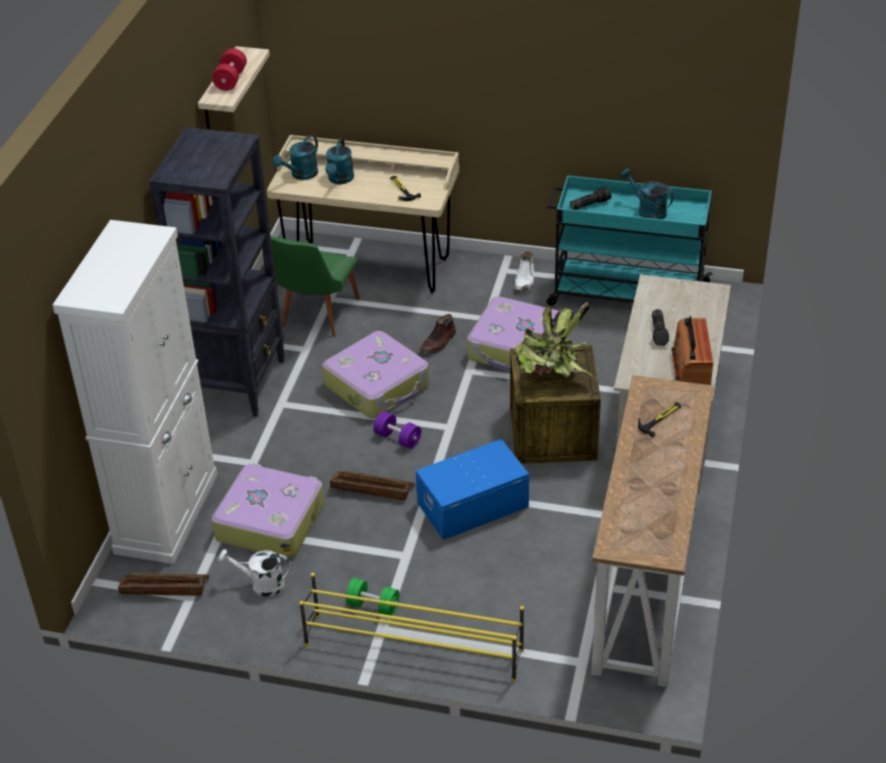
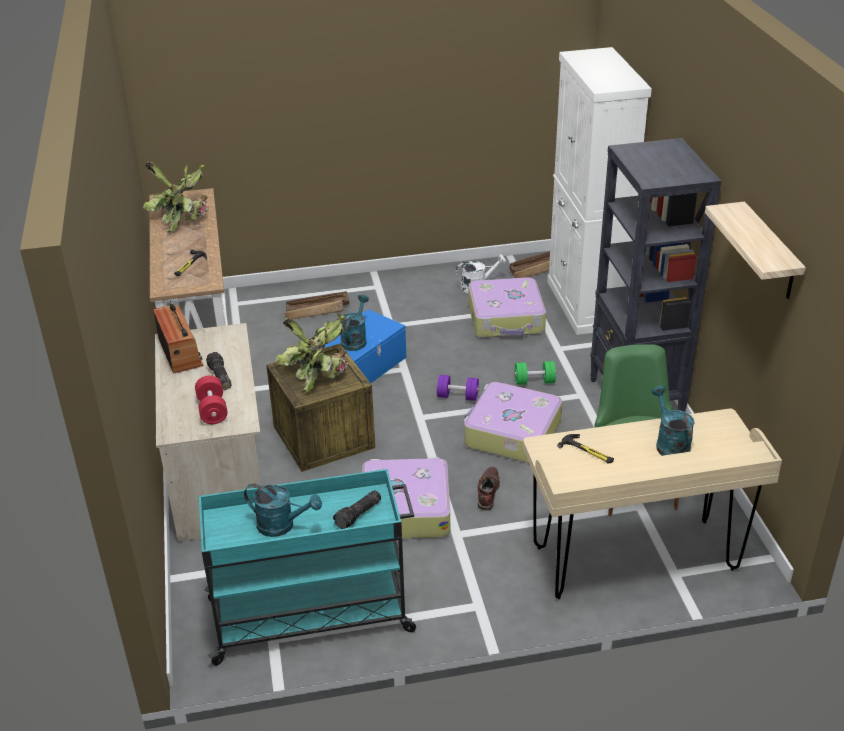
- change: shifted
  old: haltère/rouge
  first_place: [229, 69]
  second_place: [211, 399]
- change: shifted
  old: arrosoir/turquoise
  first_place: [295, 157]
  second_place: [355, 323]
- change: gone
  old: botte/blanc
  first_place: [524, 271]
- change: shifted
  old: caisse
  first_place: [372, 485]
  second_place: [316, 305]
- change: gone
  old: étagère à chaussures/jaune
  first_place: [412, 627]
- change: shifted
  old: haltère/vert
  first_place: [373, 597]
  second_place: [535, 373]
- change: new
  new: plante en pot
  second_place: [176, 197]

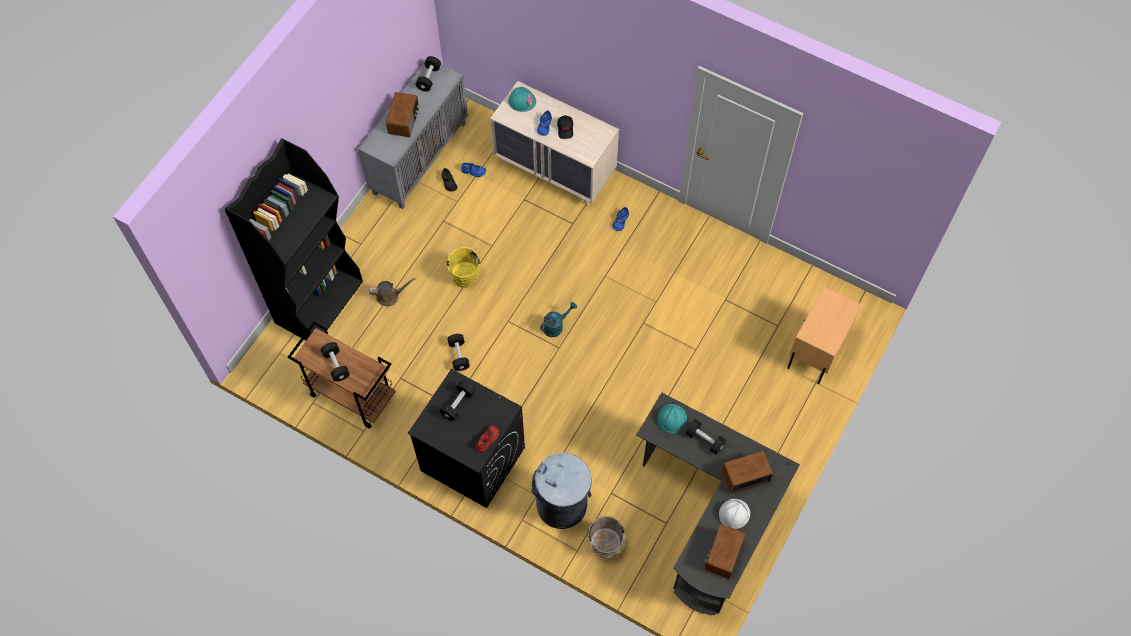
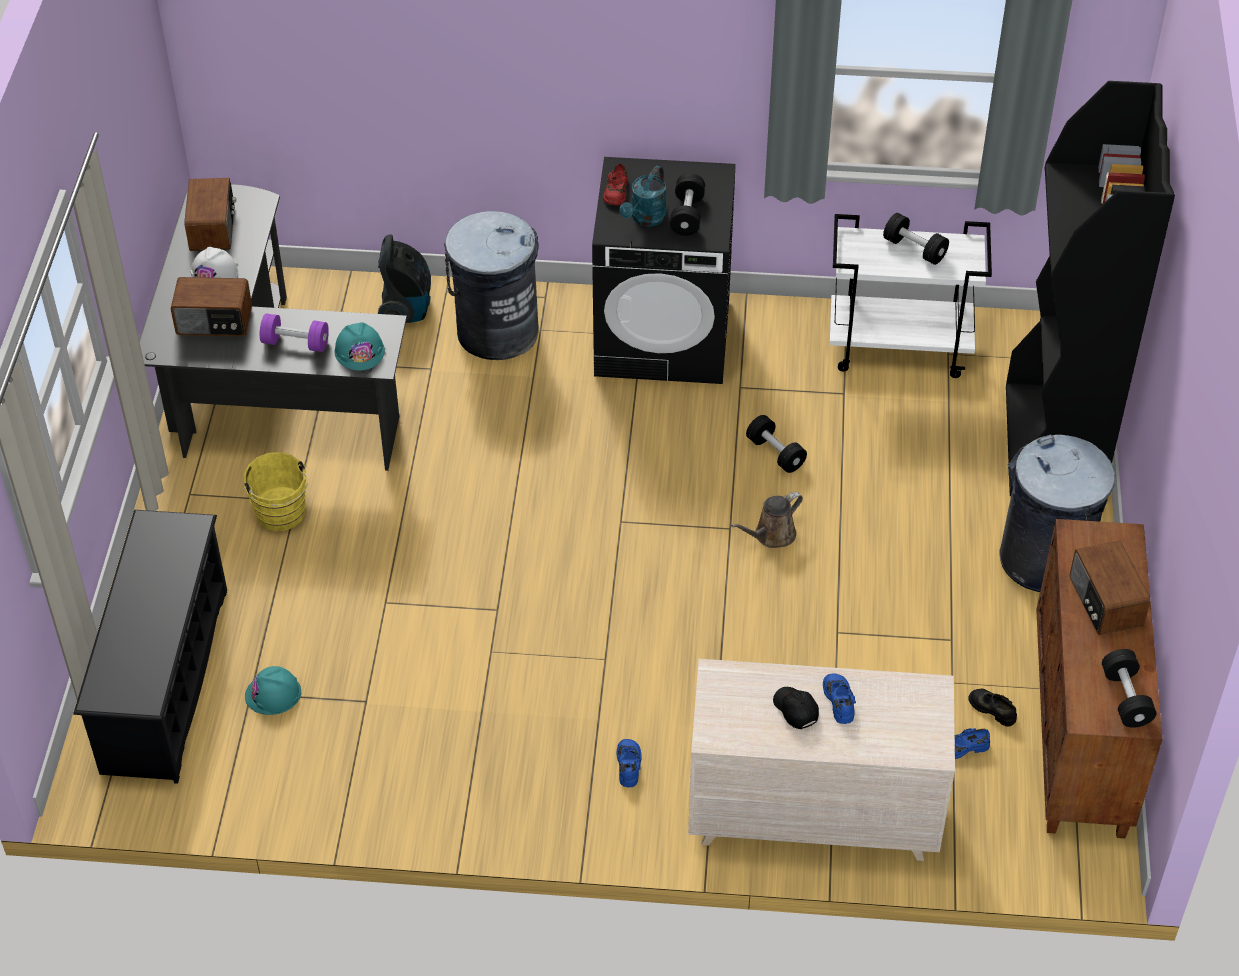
- change: repainted
  old: meuble de rangement/gris
  new: meuble de rangement/marron
  first_place: [413, 136]
  second_place: [1099, 678]
- change: shifted
  old: casque de chantier/turquoise
  first_place: [522, 99]
  second_place: [273, 690]
- change: shifted
  old: seau/jaune
  first_place: [463, 265]
  second_place: [275, 491]
- change: shifted
  old: arrosoir/marron
  first_place: [392, 292]
  second_place: [767, 520]
- change: swapped
  old: table de chevet/beige
  new: étagère à chaussures/noir
  first_place: [824, 335]
  second_place: [150, 647]
- change: shifted
  old: arrosoir/turquoise
  first_place: [558, 319]
  second_place: [643, 196]
- change: repainted
  old: chariot/marron
  new: chariot/blanc
  first_place: [342, 375]
  second_place: [910, 296]
- change: repainted
  old: haltère/noir
  new: haltère/violet
  first_place: [705, 437]
  second_place: [294, 332]
- change: rotated
  old: radio
  first_place: [747, 472]
  second_place: [211, 306]
  degrees: 45
- change: swapped
  old: seau/marron
  new: aspirateur
  first_place: [606, 537]
  second_place: [404, 278]
- change: new
  new: poubelle/gris
  second_place: [1057, 513]

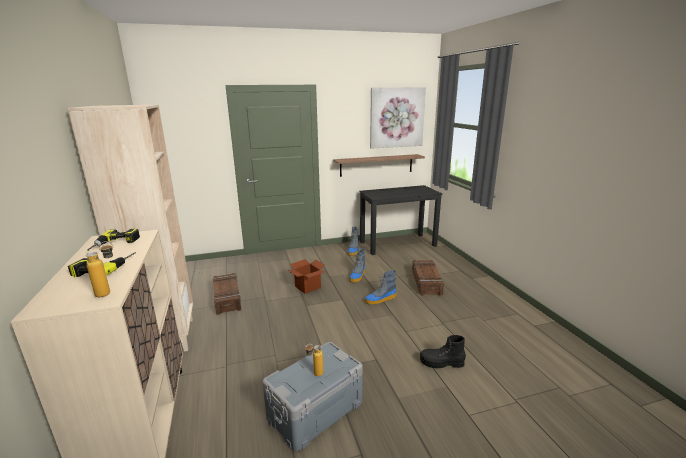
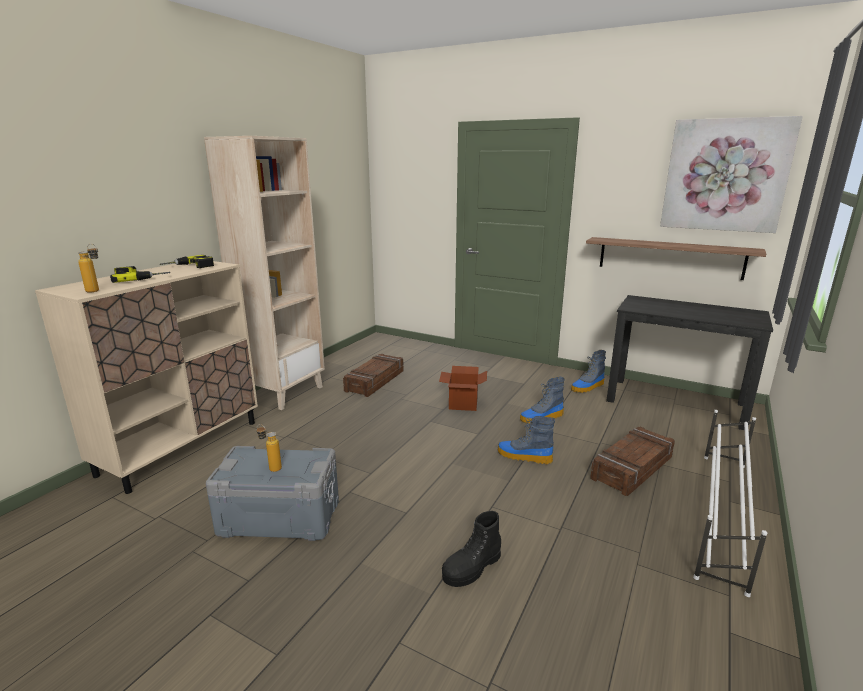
- change: rotated
  old: botte/noir
  first_place: [443, 351]
  second_place: [471, 549]
  degrees: -90
- change: new
  new: étagère à chaussures/blanc
  second_place: [730, 503]

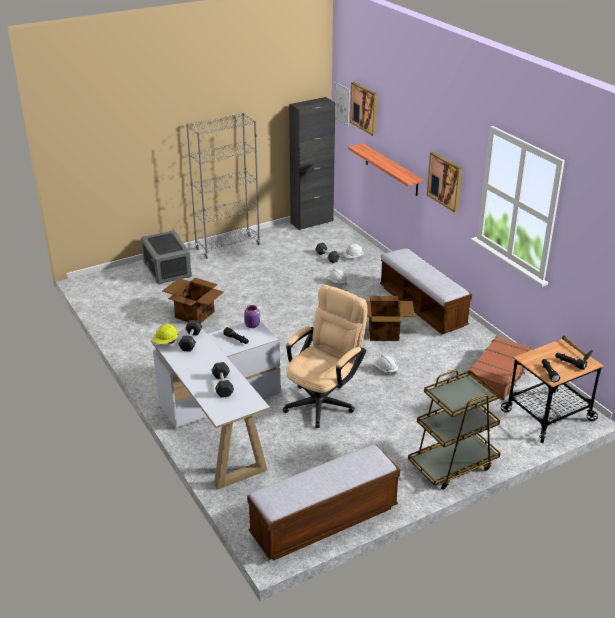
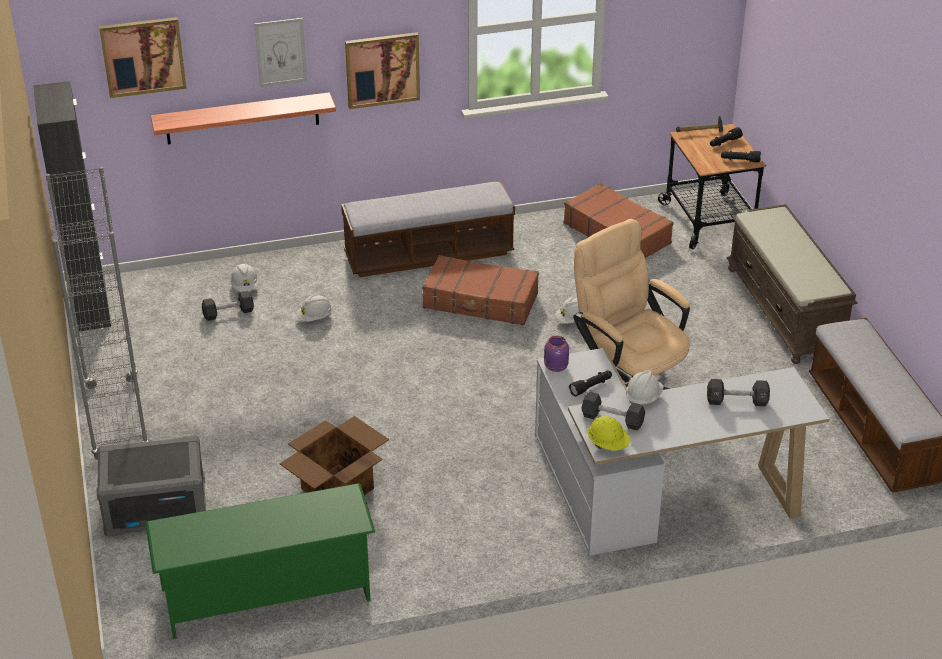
- change: shifted
  old: tableau
  first_place: [342, 104]
  second_place: [280, 52]
- change: swapped
  old: carton
  new: valise/marron
  first_place: [390, 318]
  second_place: [480, 290]
- change: swapped
  old: chariot/marron
  new: banc/marron
  first_place: [454, 430]
  second_place: [791, 284]
- change: new
  new: casque de chantier/blanc
  second_place: [644, 388]
- change: new
  new: étagère à chaussures/vert
  second_place: [260, 561]

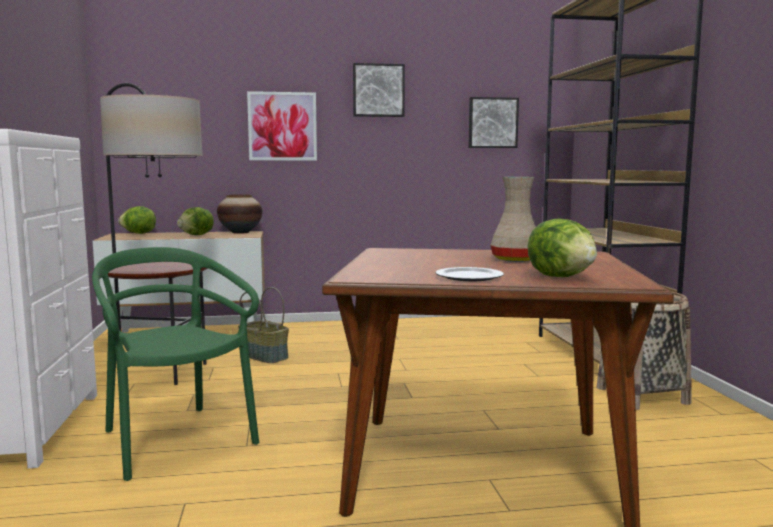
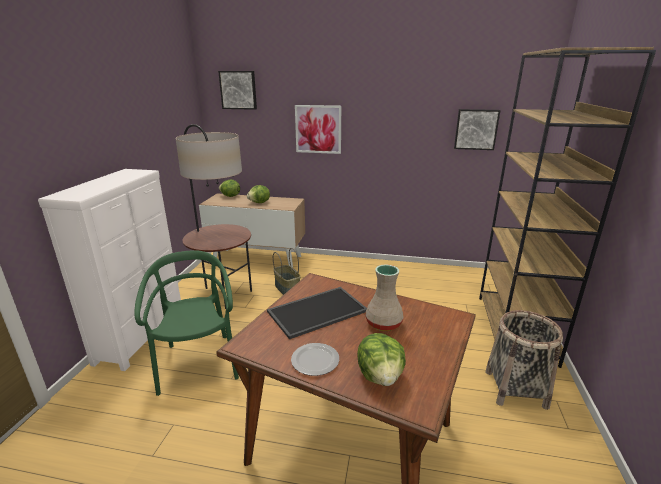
- change: shifted
  old: tableau
  first_place: [379, 90]
  second_place: [237, 90]
- change: gone
  old: vase
  first_place: [239, 214]
- change: new
  new: plateau
  second_place: [317, 313]

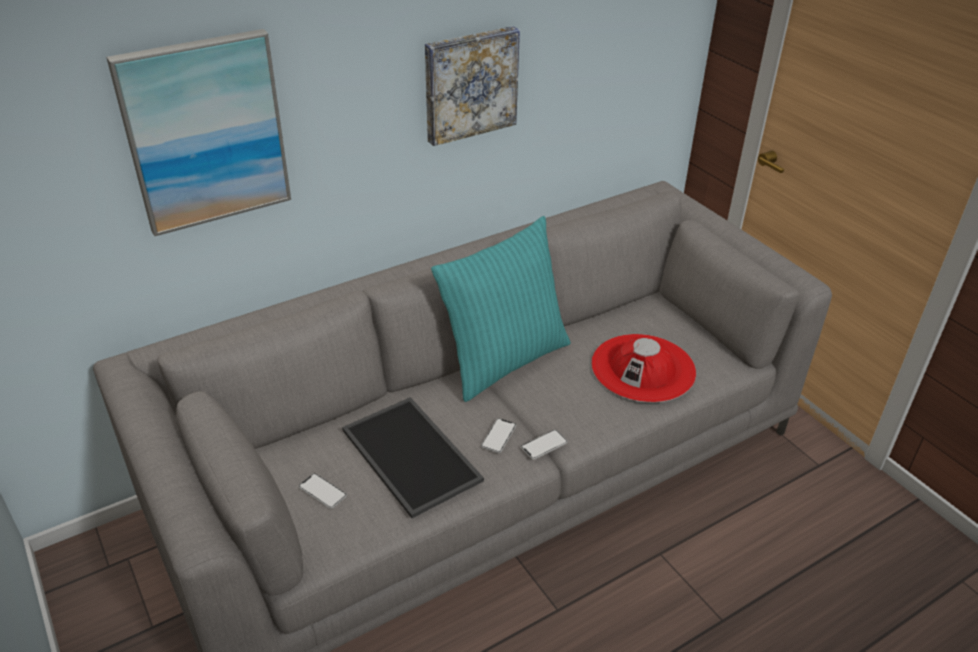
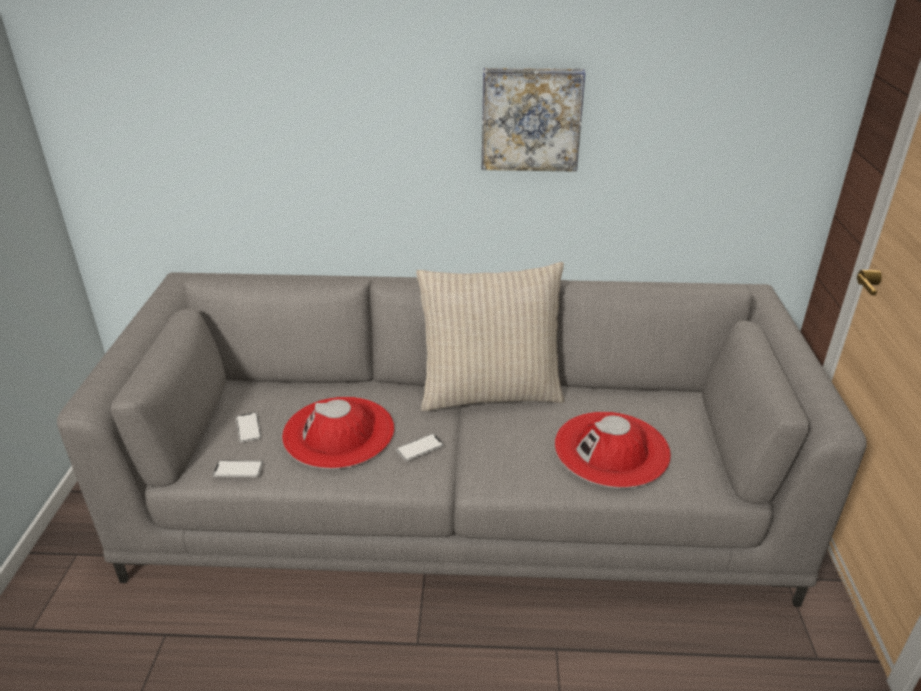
- change: gone
  old: tableau
  first_place: [198, 132]
- change: repainted
  old: coussin/turquoise
  new: coussin/beige
  first_place: [501, 309]
  second_place: [490, 336]
- change: swapped
  old: plateau
  new: chapeau/rouge
  first_place: [413, 457]
  second_place: [338, 433]
- change: shifted
  old: téléphone
  first_place: [544, 445]
  second_place: [238, 468]

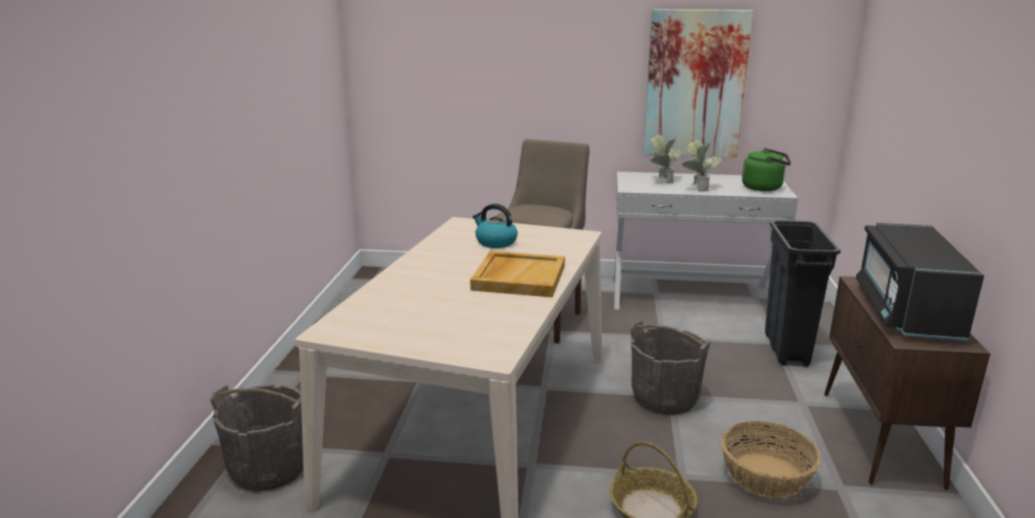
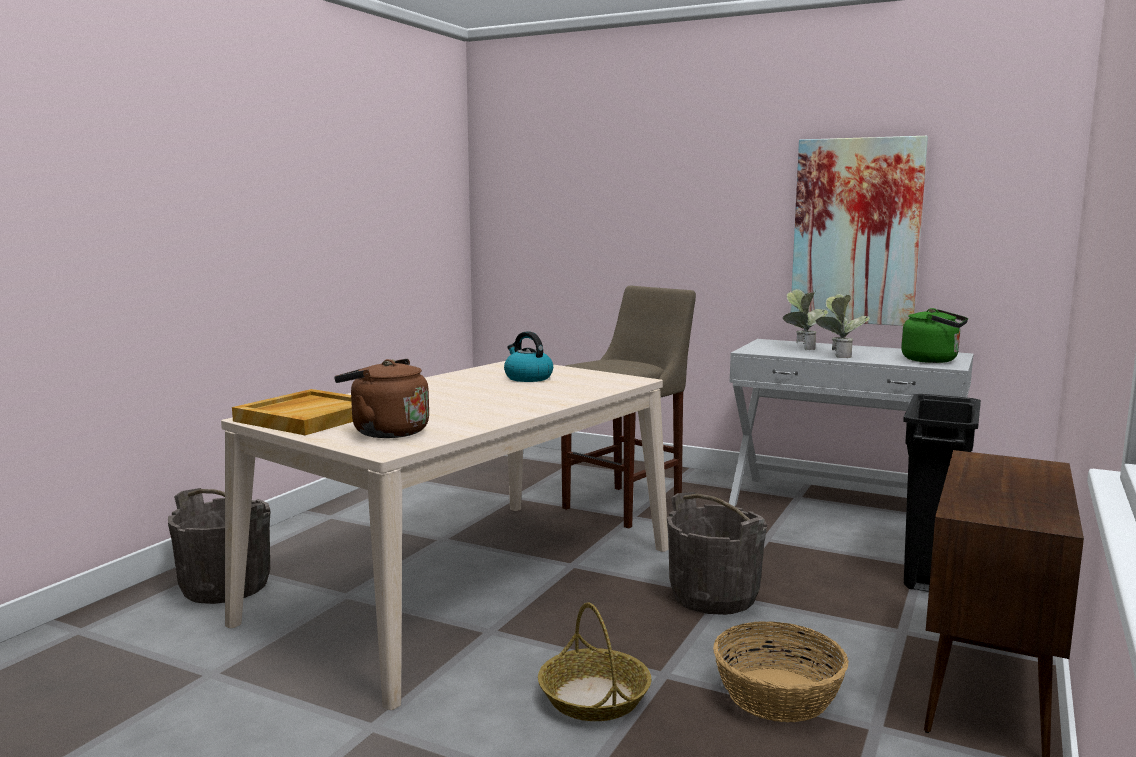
- change: gone
  old: micro-ondes/noir
  first_place: [920, 282]
- change: shifted
  old: plateau/beige
  first_place: [517, 274]
  second_place: [292, 412]
- change: new
  new: bouilloire/marron
  second_place: [381, 398]

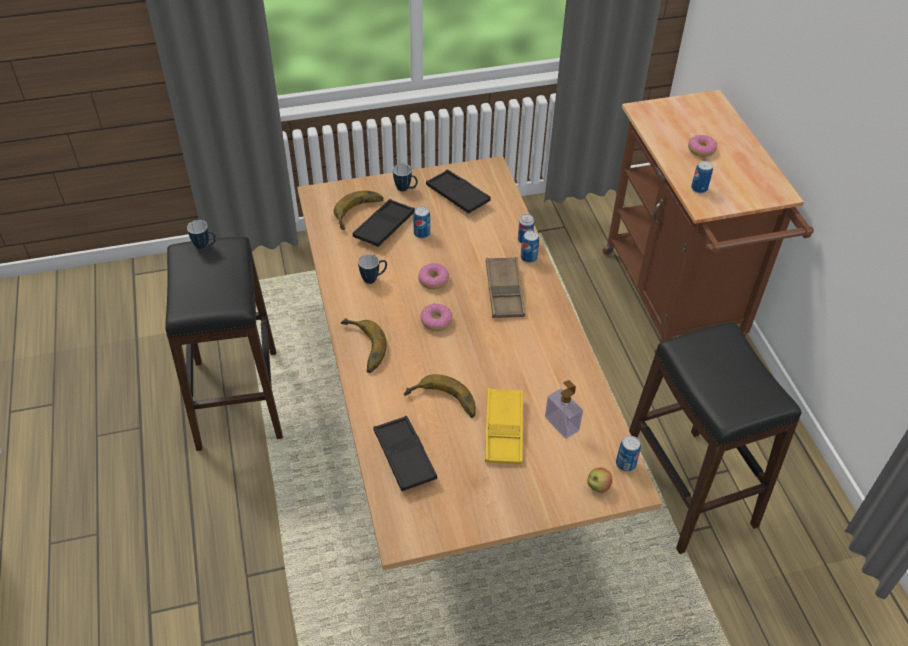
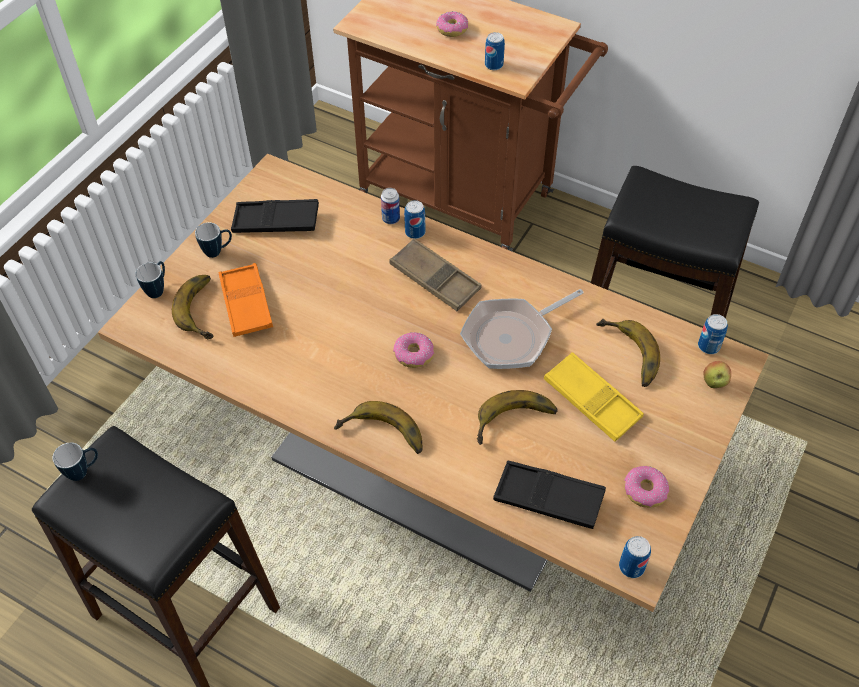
- change: repainted
  old: plateau/noir
  new: plateau/orange
  first_place: [384, 223]
  second_place: [246, 300]
- change: shifted
  old: boîte métallique
  first_place: [421, 222]
  second_place: [635, 557]
- change: shifted
  old: mug
  first_place: [372, 269]
  second_place: [150, 279]
- change: shifted
  old: beignet
  first_place: [433, 276]
  second_place: [646, 487]
- change: swapped
  old: distributeur de savon
  new: banane
  first_place: [564, 409]
  second_place: [628, 353]
- change: new
  new: poêle
  second_place: [522, 329]

